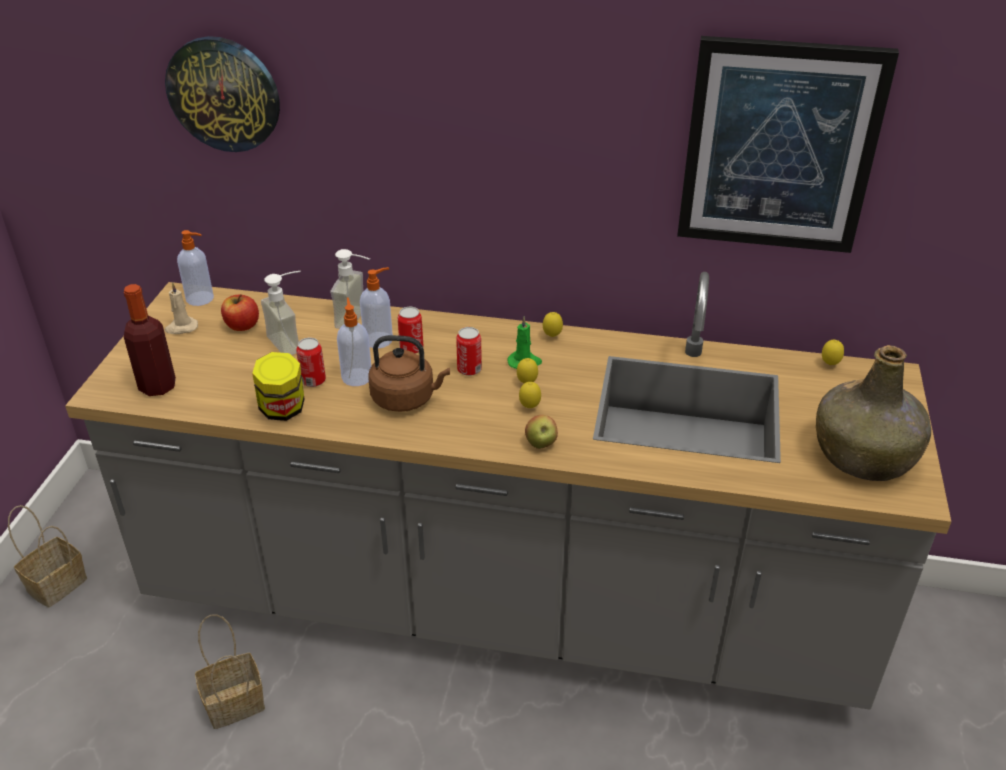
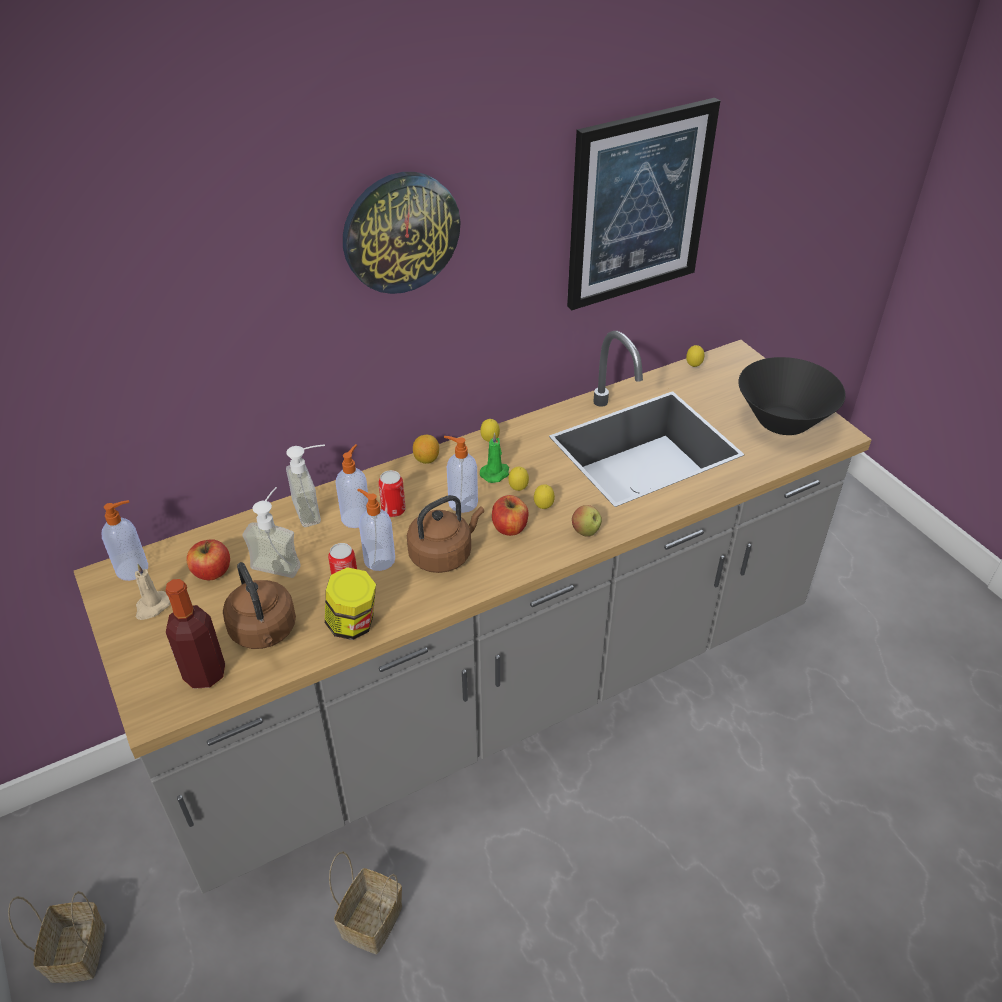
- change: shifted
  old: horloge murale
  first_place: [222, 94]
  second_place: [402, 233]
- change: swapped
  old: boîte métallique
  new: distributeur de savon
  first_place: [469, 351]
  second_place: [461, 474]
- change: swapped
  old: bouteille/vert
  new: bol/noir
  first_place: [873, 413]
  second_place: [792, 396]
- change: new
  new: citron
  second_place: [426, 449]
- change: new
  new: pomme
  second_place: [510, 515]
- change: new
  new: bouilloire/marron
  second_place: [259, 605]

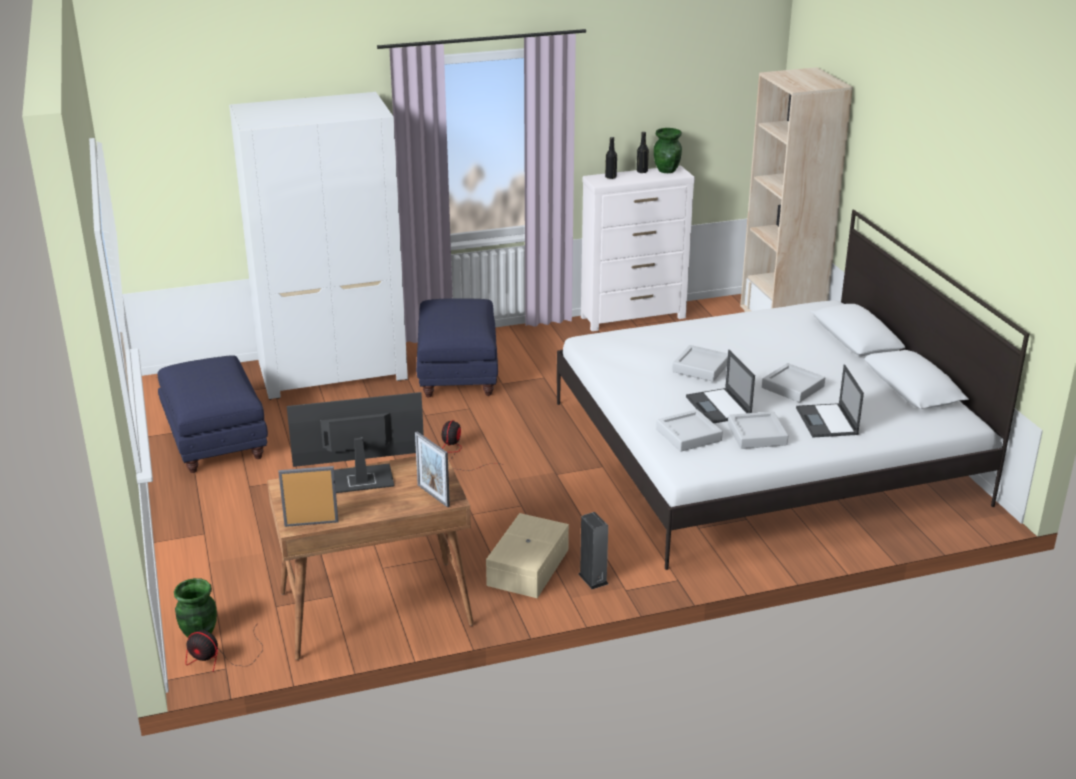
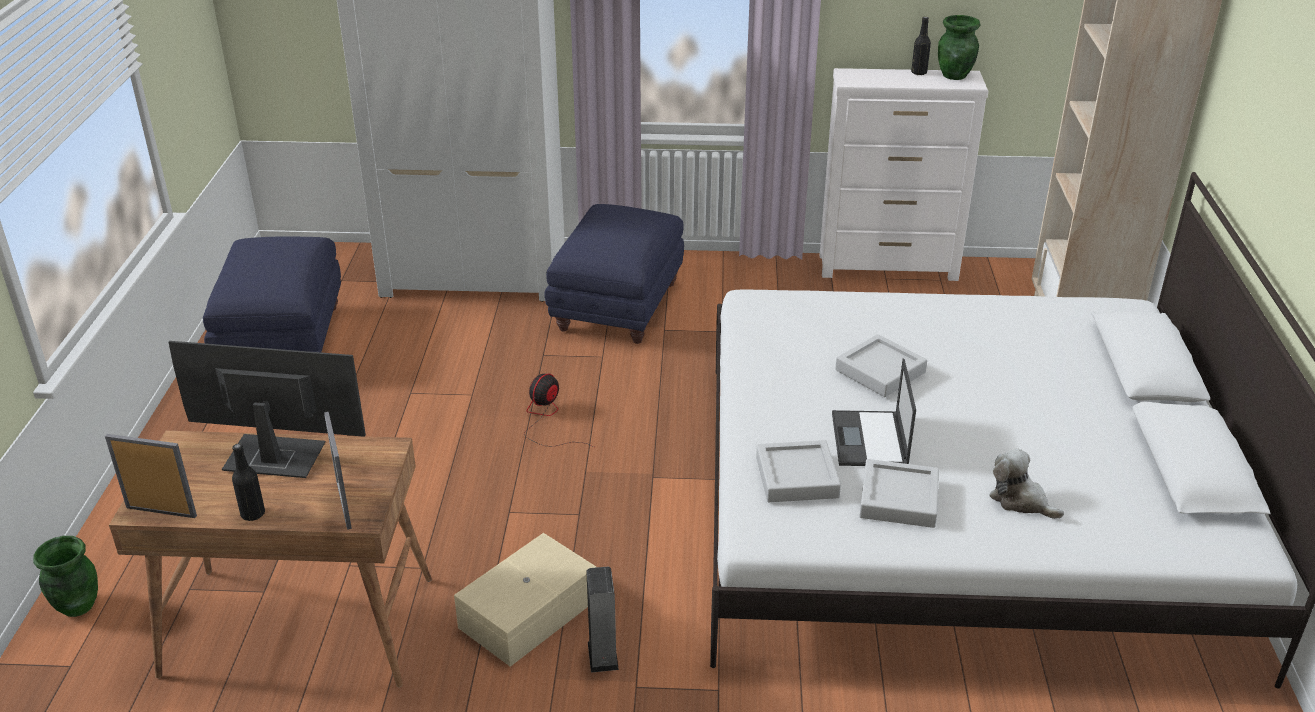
- change: shifted
  old: bouteille/noir
  first_place: [611, 158]
  second_place: [248, 482]
- change: gone
  old: plateau/gris
  first_place: [793, 383]
- change: swapped
  old: ordinateur portable
  new: peluche
  first_place: [830, 400]
  second_place: [1026, 484]
- change: gone
  old: ventilateur
  first_place: [224, 647]

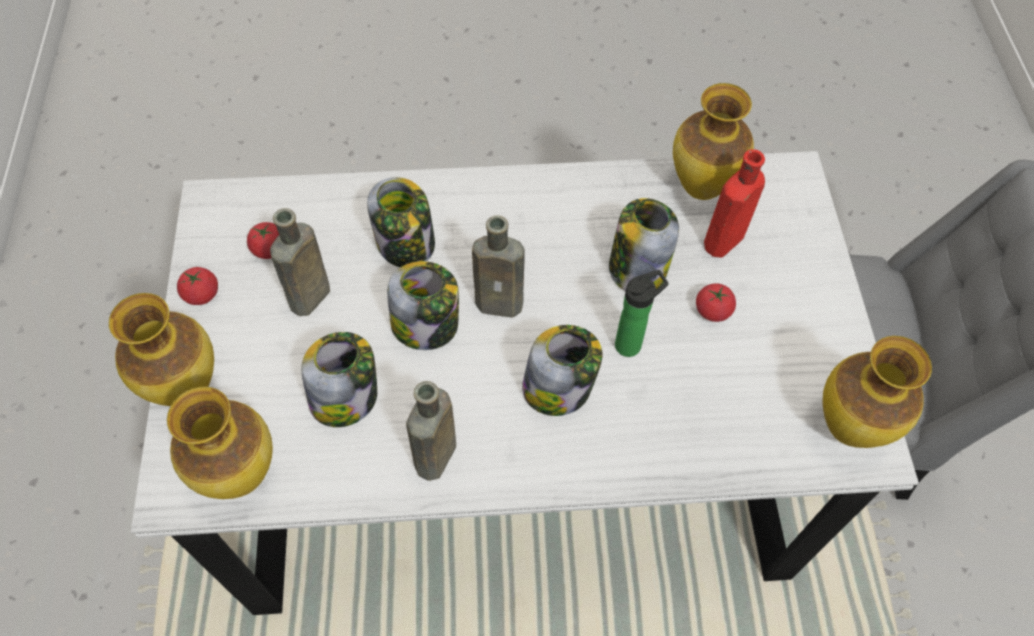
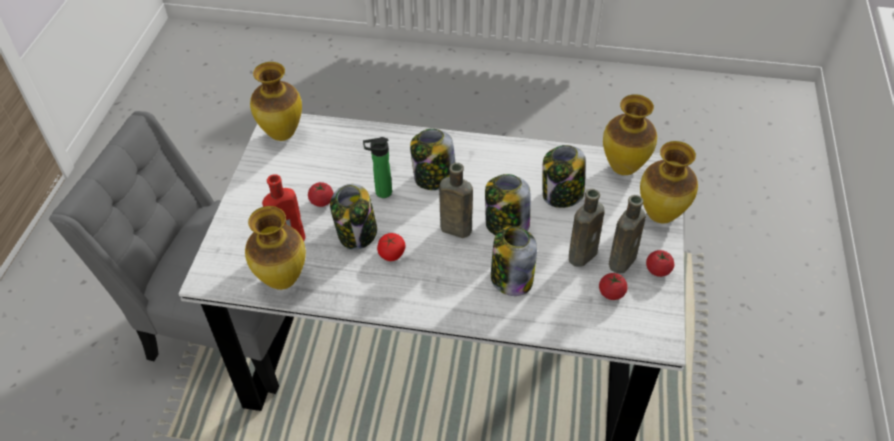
- change: shifted
  old: bouteille/marron
  first_place: [431, 431]
  second_place: [627, 234]
- change: new
  new: tomate
  second_place: [391, 247]

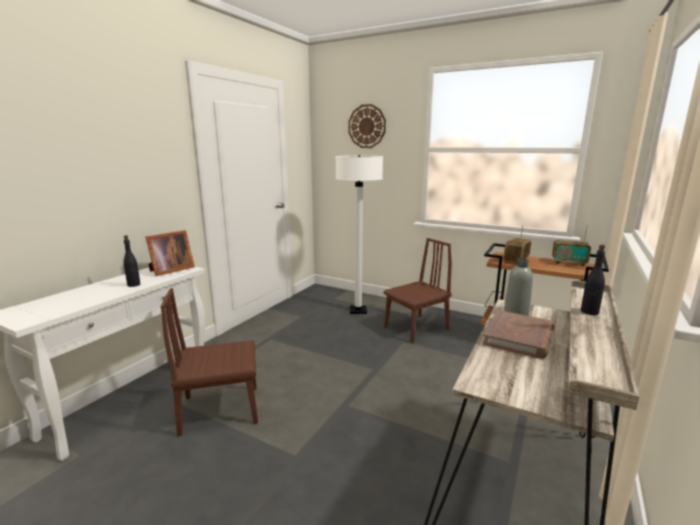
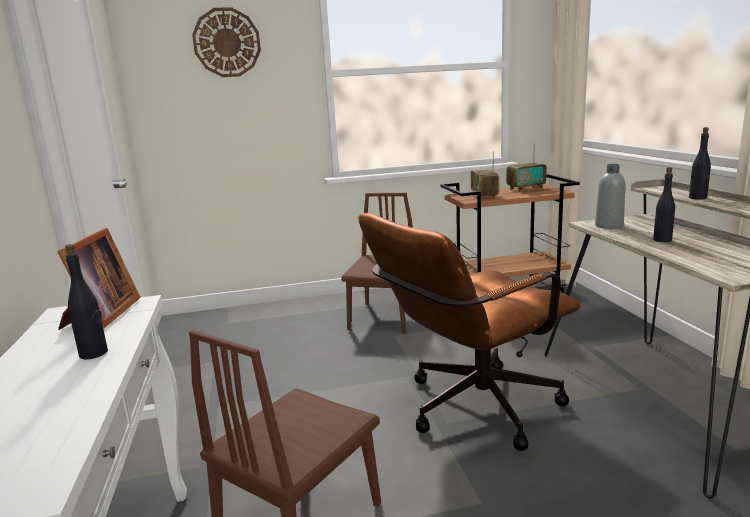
- change: gone
  old: lampadaire/blanc
  first_place: [359, 234]
- change: swapped
  old: livre/marron
  new: bouteille/noir
  first_place: [518, 334]
  second_place: [664, 204]
- change: new
  new: chaise de bureau/marron
  second_place: [470, 332]

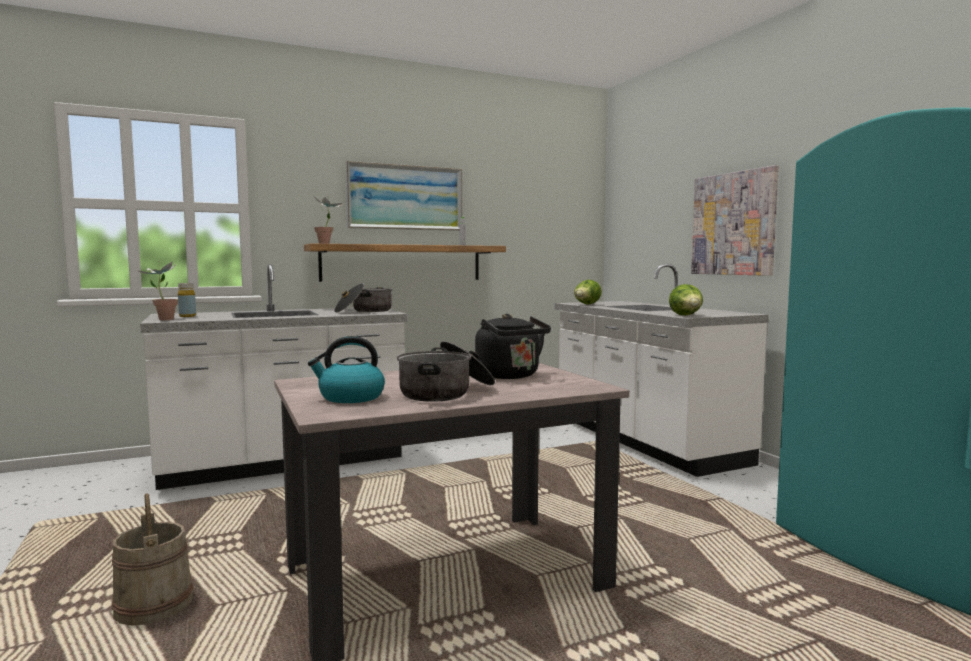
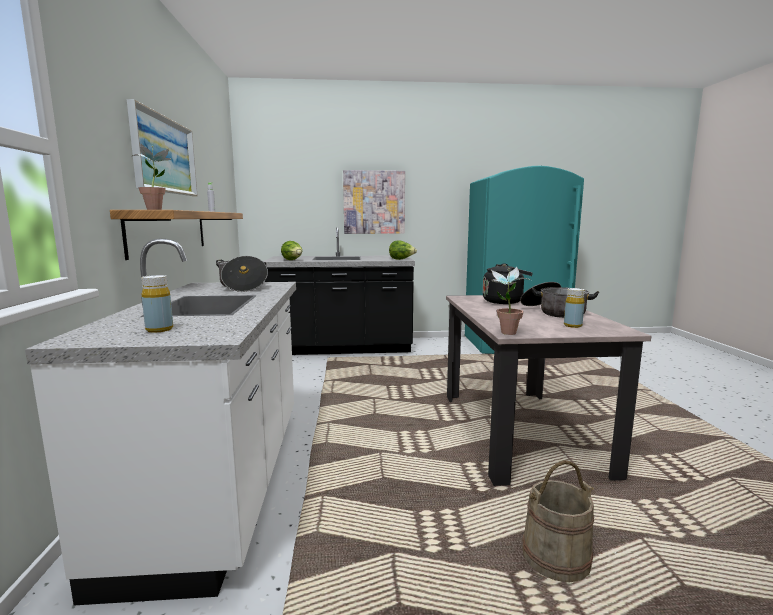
- change: shifted
  old: plante en pot
  first_place: [158, 290]
  second_place: [510, 301]
- change: repainted
  old: comptoir de cuisine/blanc
  new: comptoir de cuisine/noir
  first_place: [662, 370]
  second_place: [339, 291]
- change: swapped
  old: bouilloire
  new: bouteille/jaune
  first_place: [346, 369]
  second_place: [574, 308]

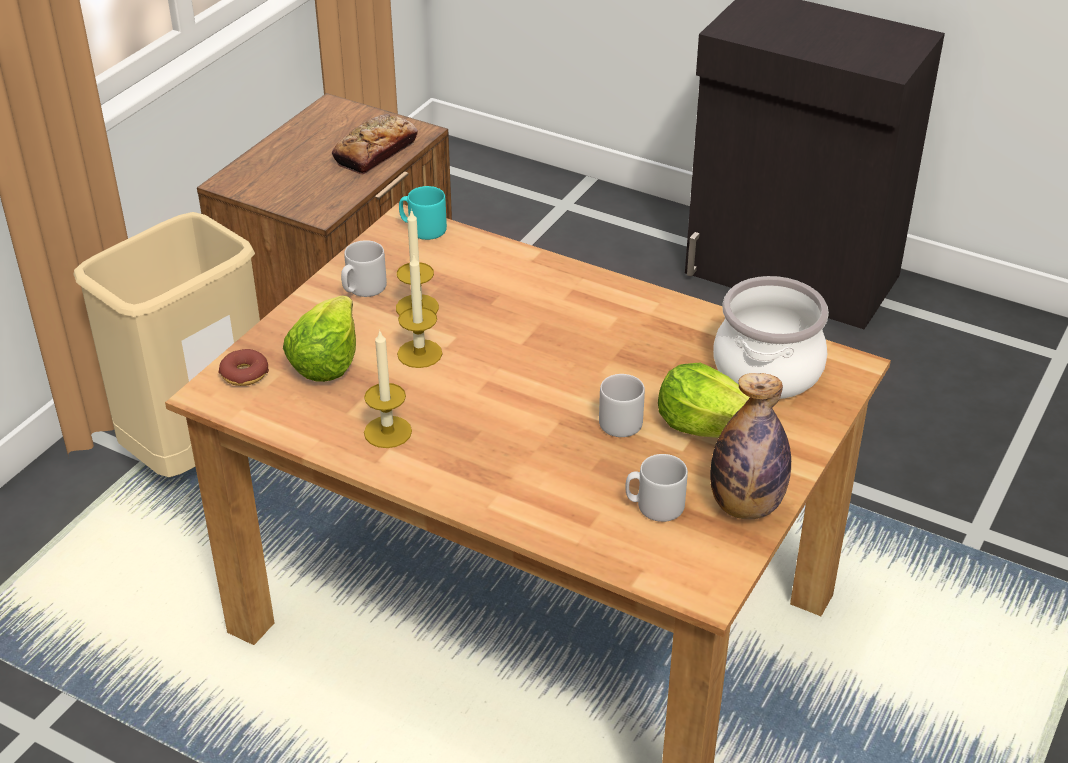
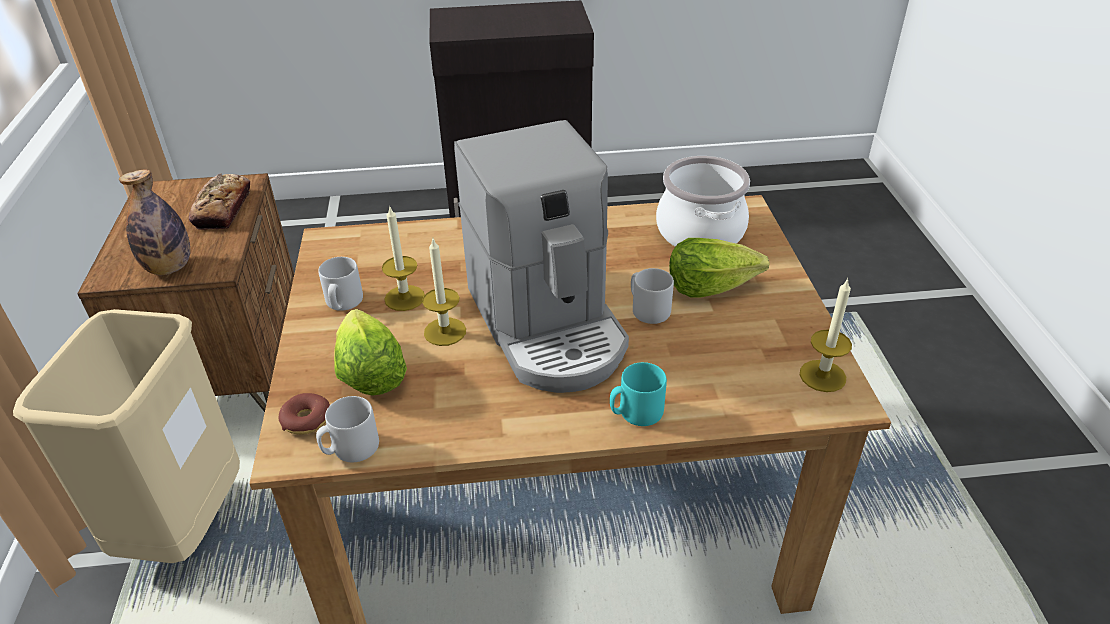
- change: shifted
  old: mug/turquoise
  first_place: [423, 213]
  second_place: [638, 394]
- change: shifted
  old: bougie
  first_place: [388, 388]
  second_place: [826, 335]
- change: shifted
  old: bouteille
  first_place: [750, 446]
  second_place: [154, 222]
- change: shifted
  old: mug/gris
  first_place: [656, 488]
  second_place: [347, 429]
- change: new
  new: machine à café
  second_place: [541, 256]

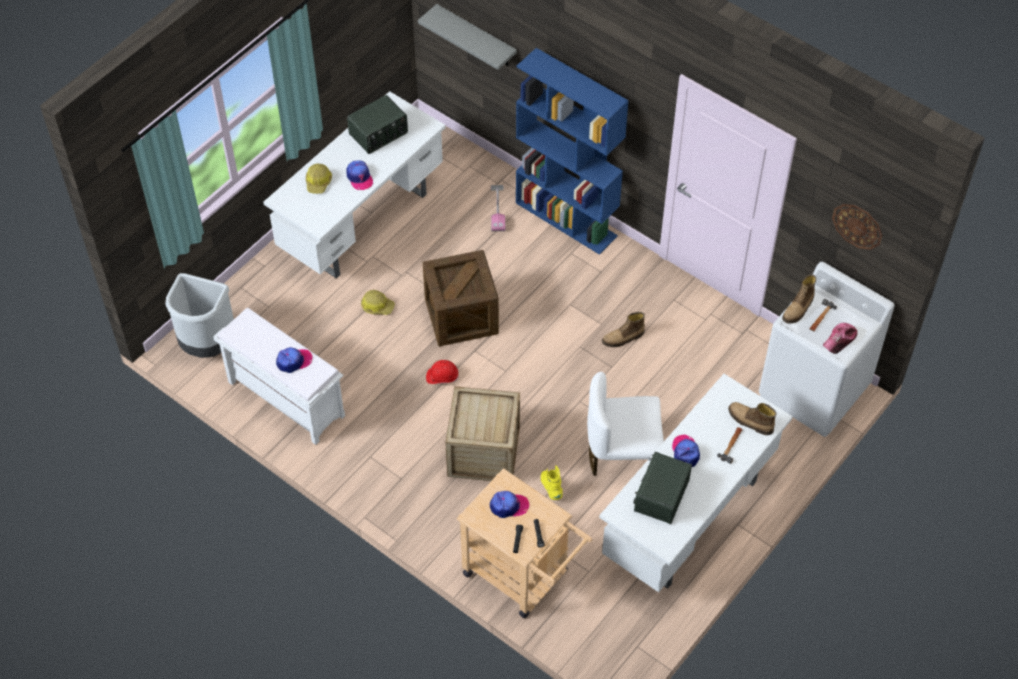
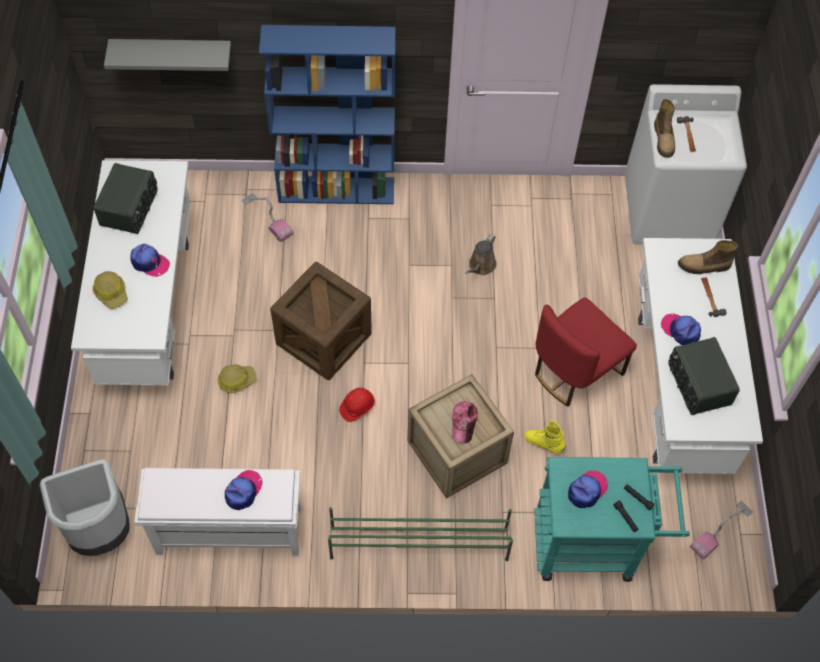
- change: gone
  old: horloge murale
  first_place: [857, 227]
- change: swapped
  old: botte
  new: arrosoir/marron
  first_place: [623, 329]
  second_place: [481, 254]
- change: shifted
  old: casquette
  first_place: [840, 338]
  second_place: [465, 422]
- change: repainted
  old: chaise/blanc
  new: chaise/rouge
  first_place: [625, 424]
  second_place: [586, 352]
- change: repainted
  old: chariot/beige
  new: chariot/turquoise
  first_place: [524, 543]
  second_place: [612, 519]
- change: new
  new: aspirateur
  second_place: [721, 530]
- change: new
  new: étagère à chaussures/vert
  second_place: [420, 534]

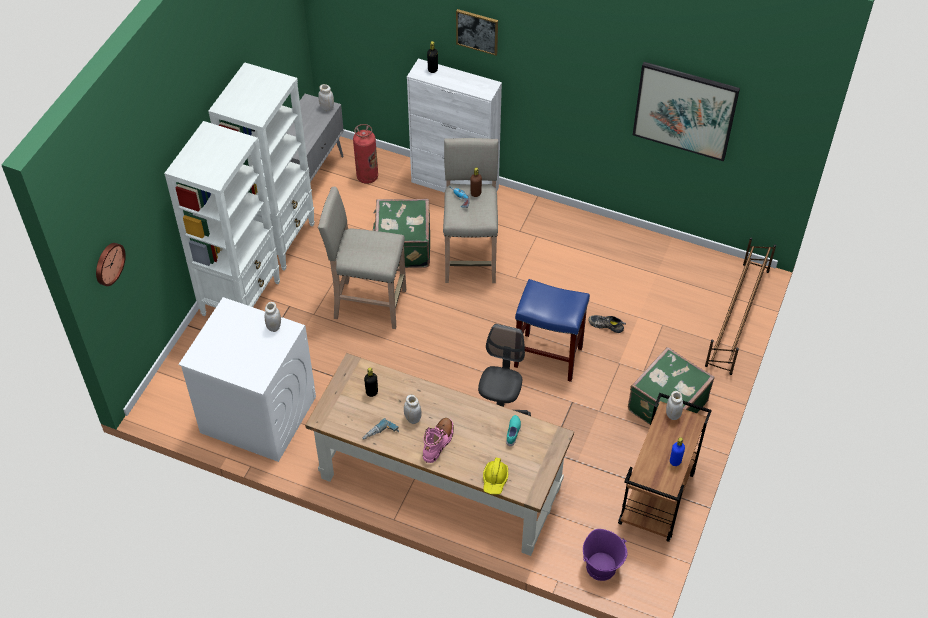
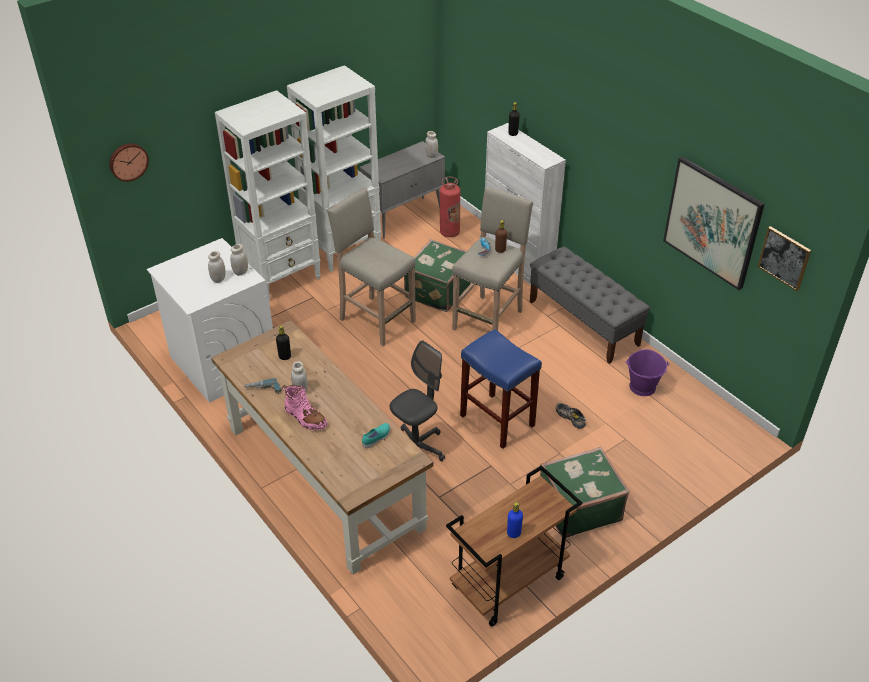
- change: shifted
  old: tableau
  first_place: [477, 32]
  second_place: [784, 258]
- change: gone
  old: étagère à chaussures/marron
  first_place: [740, 306]
- change: shifted
  old: bocal/blanc
  first_place: [674, 405]
  second_place: [217, 267]
- change: rotated
  old: botte/rose
  first_place: [438, 440]
  second_place: [305, 408]
  degrees: 75
- change: gone
  old: casque de chantier/jaune
  first_place: [495, 476]
- change: shifted
  old: seau/violet
  first_place: [605, 555]
  second_place: [647, 372]
- change: new
  new: banc/gris
  second_place: [590, 305]

